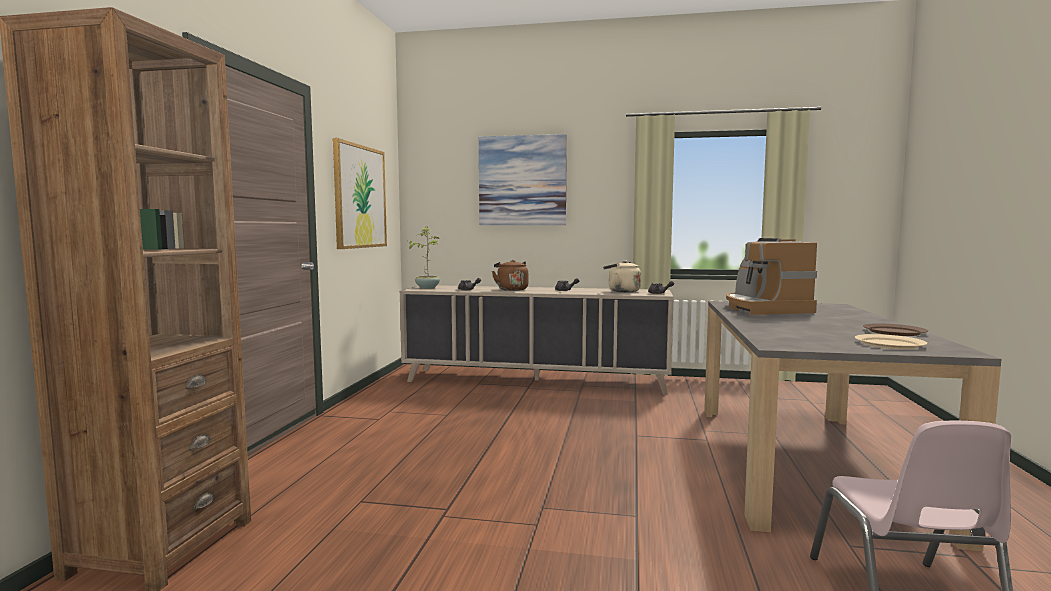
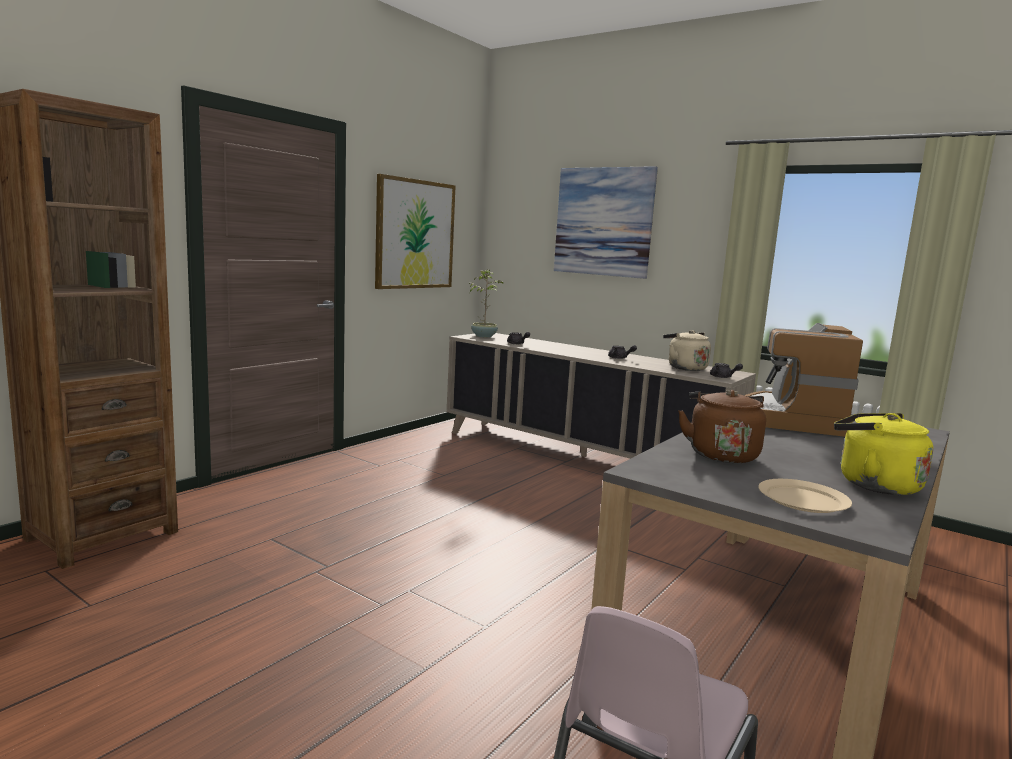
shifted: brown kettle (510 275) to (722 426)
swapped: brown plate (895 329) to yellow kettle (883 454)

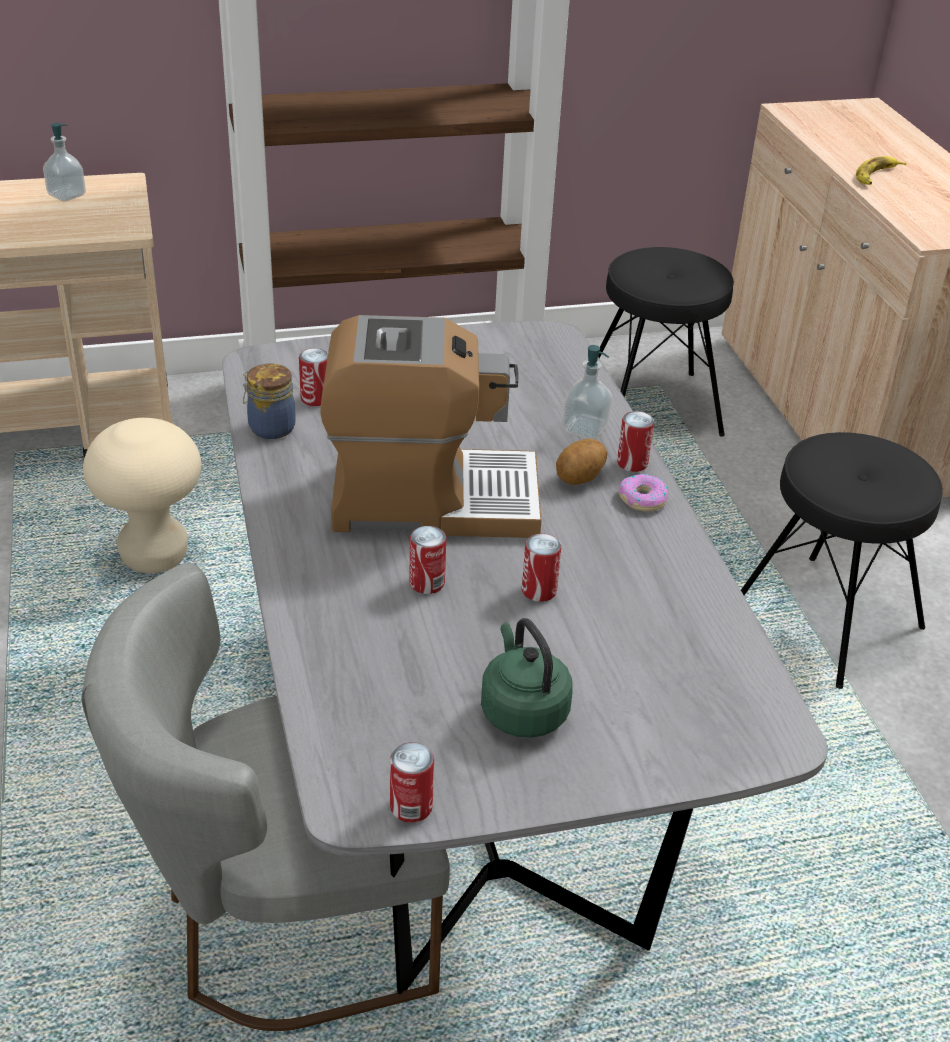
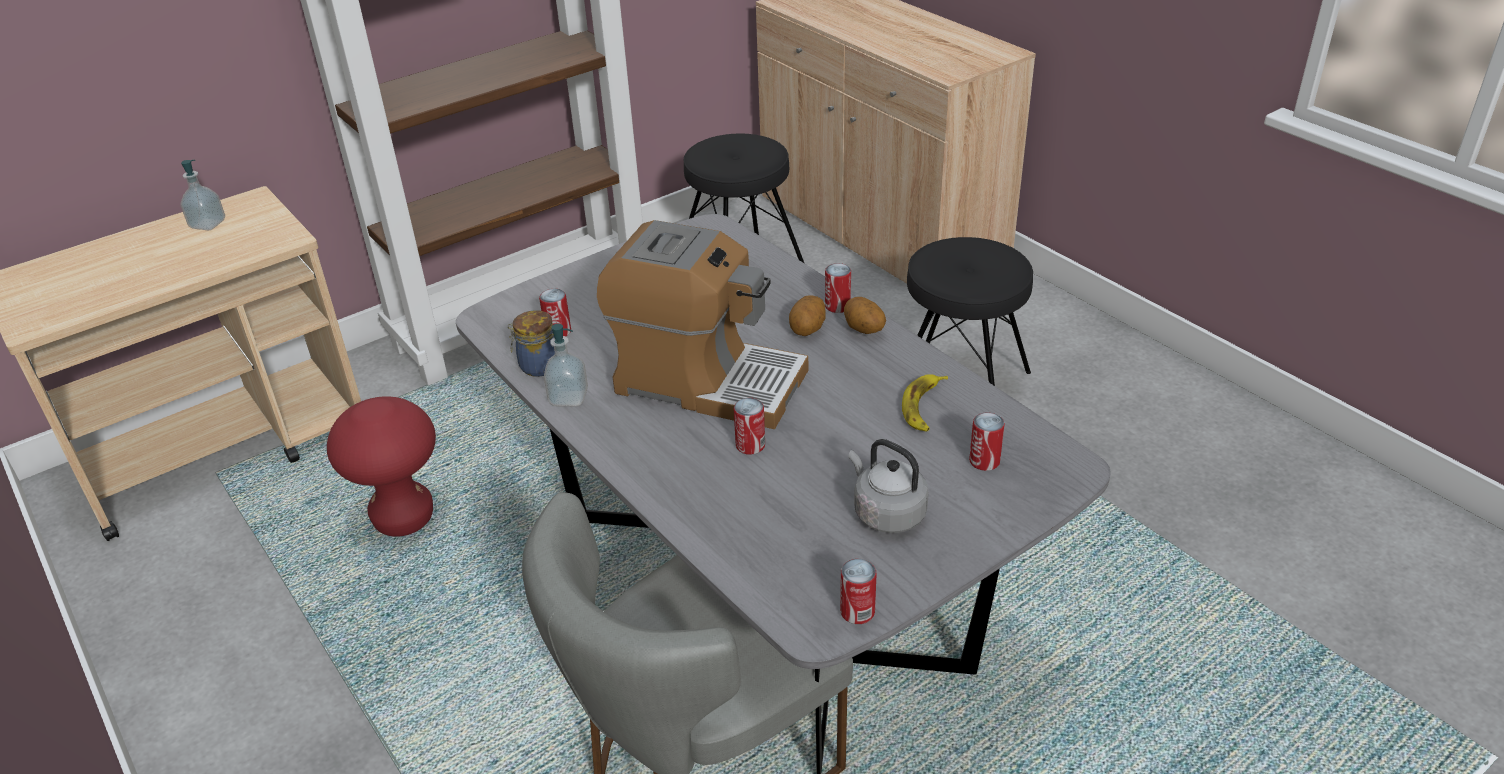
shifted: soap dispenser (587 392) to (566 365); banana (881 170) to (925 402); can (541 568) to (987 441)
swapped: donut (643 493) to potato (865 315)
repainted: beige stool (142 495) to red stool (381 466); green kettle (527 678) to grey kettle (889 486)
rotated: coffee machine (431 426) = (702 324) 45 degrees clockwise

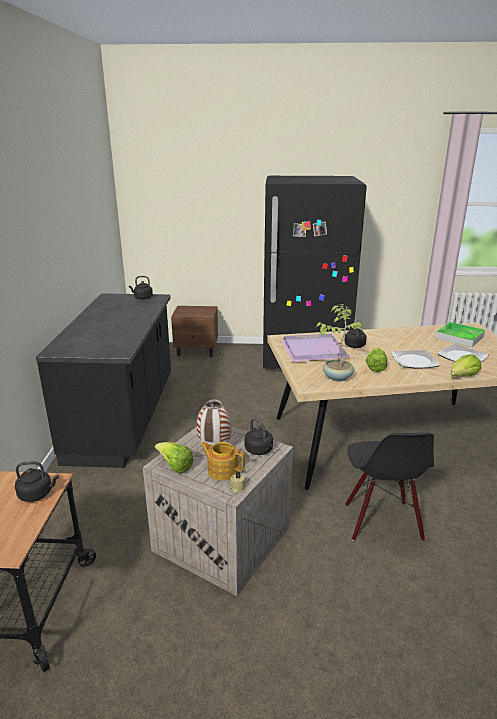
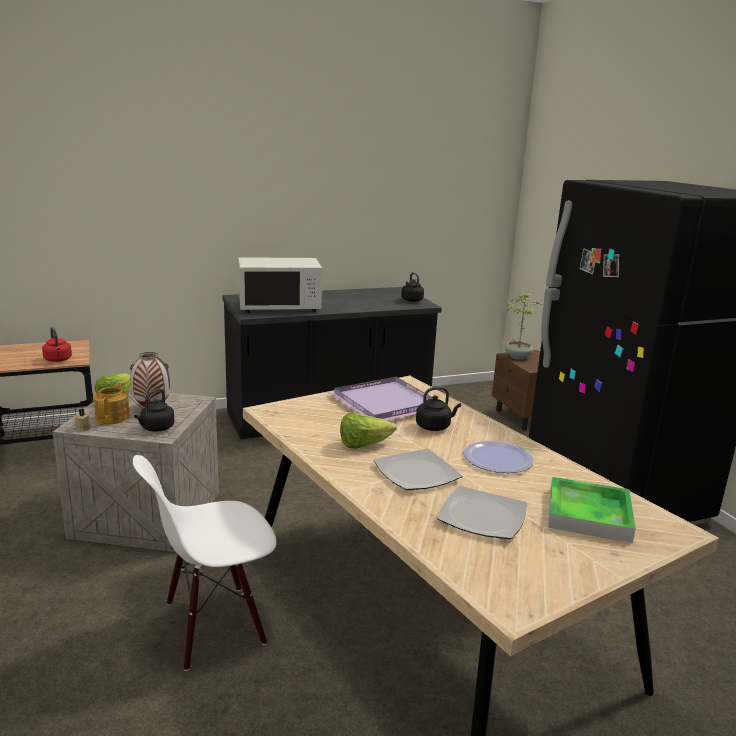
gone: lettuce (466 365)
new: white microwave (280 285); plate (498 457)
shifted: potted plant (339 342) to (523 325)
repainted: black kettle (37 481) to red kettle (57 344); black chair (389 486) to white chair (205 563)

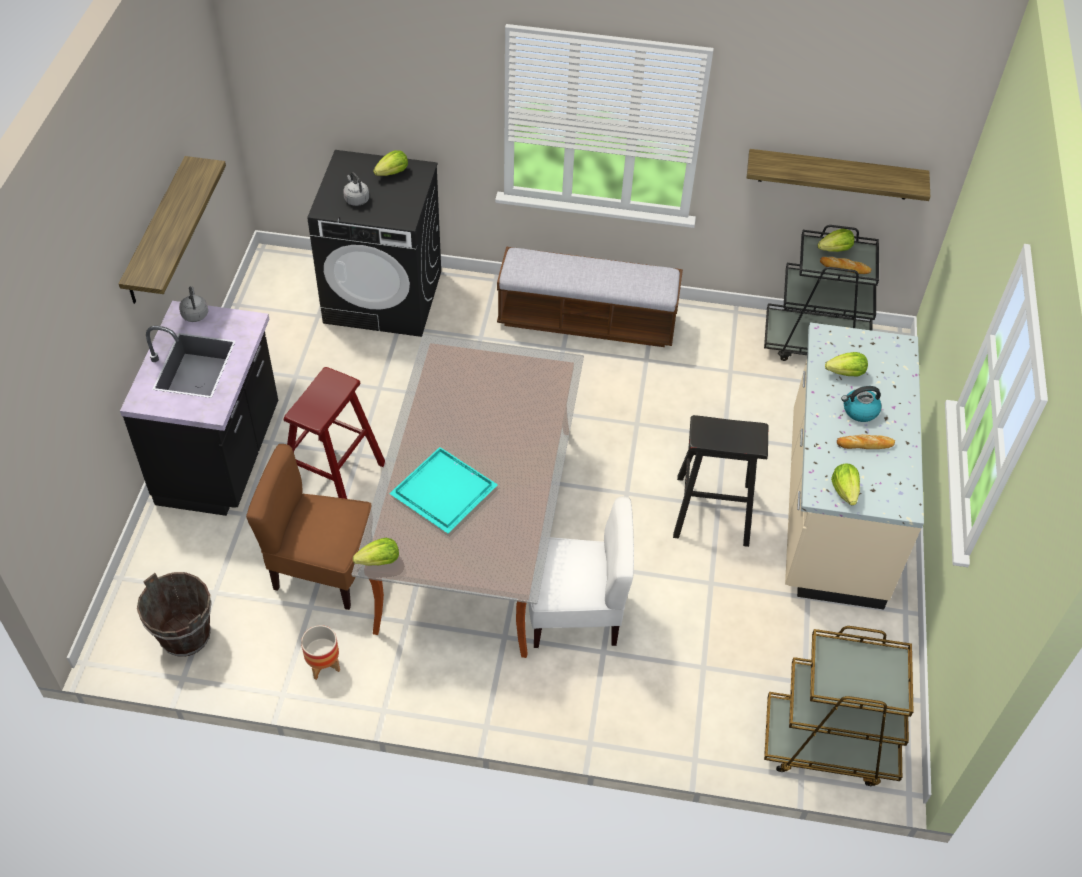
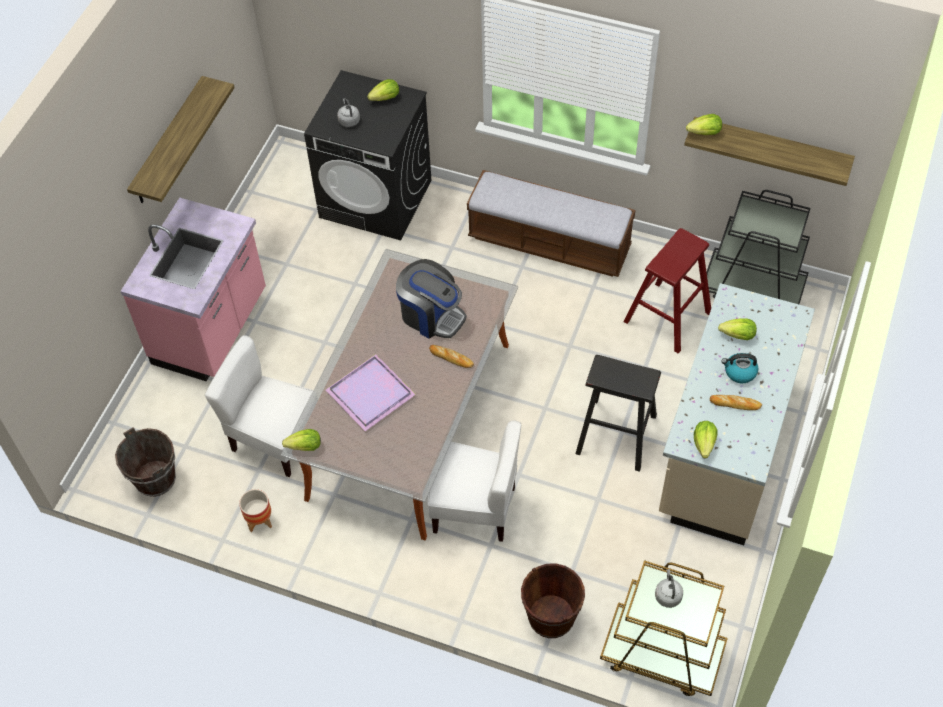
new: coffee machine (431 298); brown bucket (553 600)
shifted: bread (846 265) to (451 356); red stool (334 433) to (667 291); grey kettle (193 304) to (669 588); lettuce (835 240) to (704 124)
repainted: black counter (199 408) to pink counter (193 289); brown chair (308 527) to white chair (259 406); turquoise tray (443 490) to purple tray (370 392)

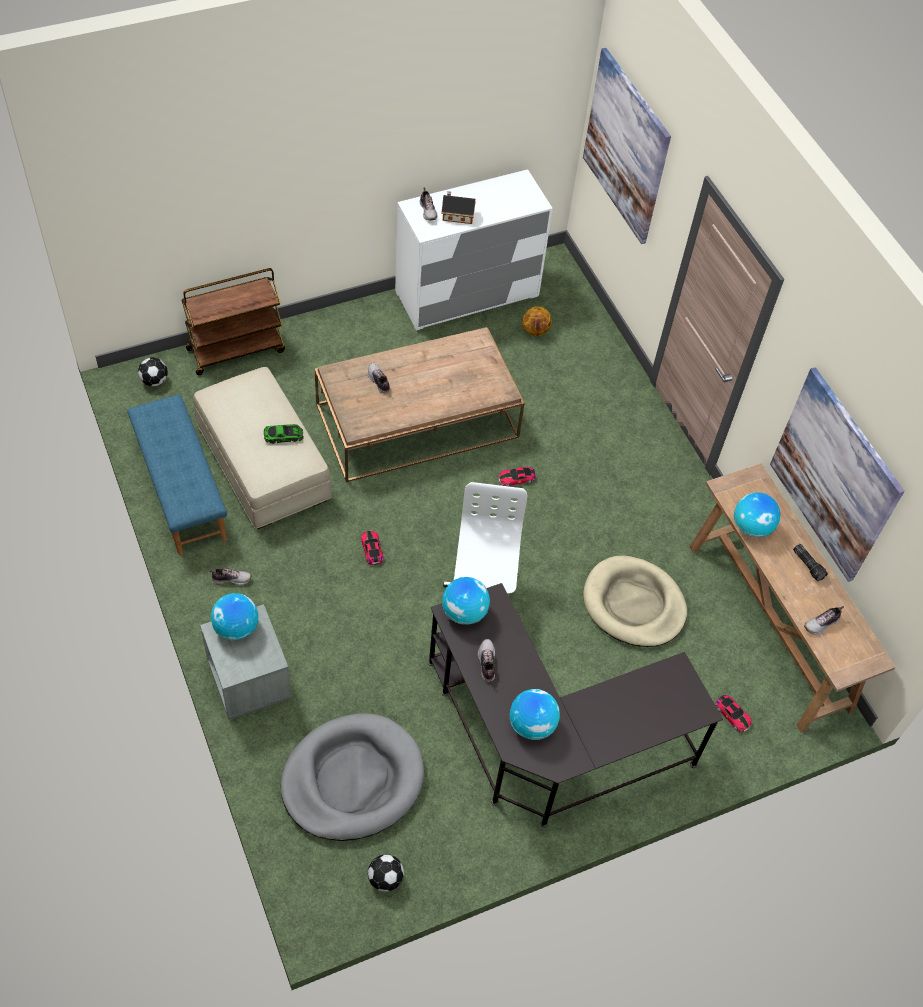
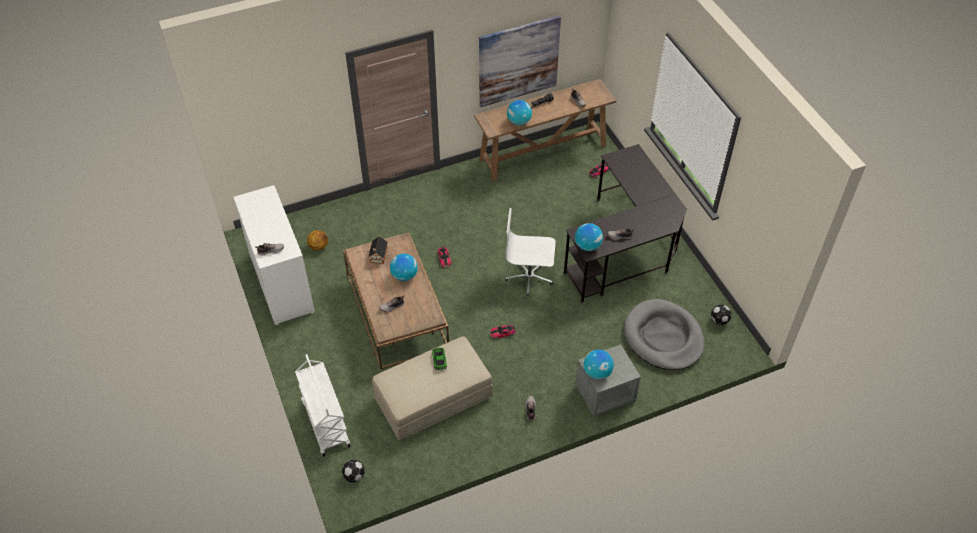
gone: blue bench (177 475); picture (627 146); beige dog bed (635 601)
shifted: toy house (459 207) to (378 250); globe (535 714) to (404 267)
repainted: brown cart (233 321) to white cart (323 405)

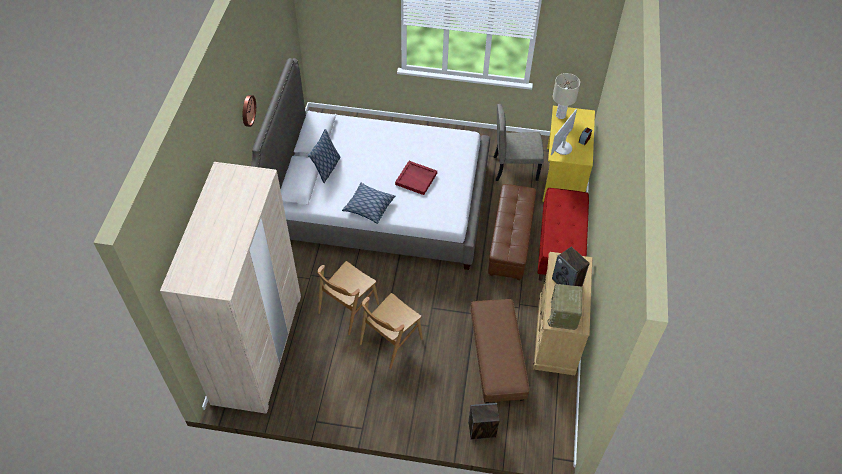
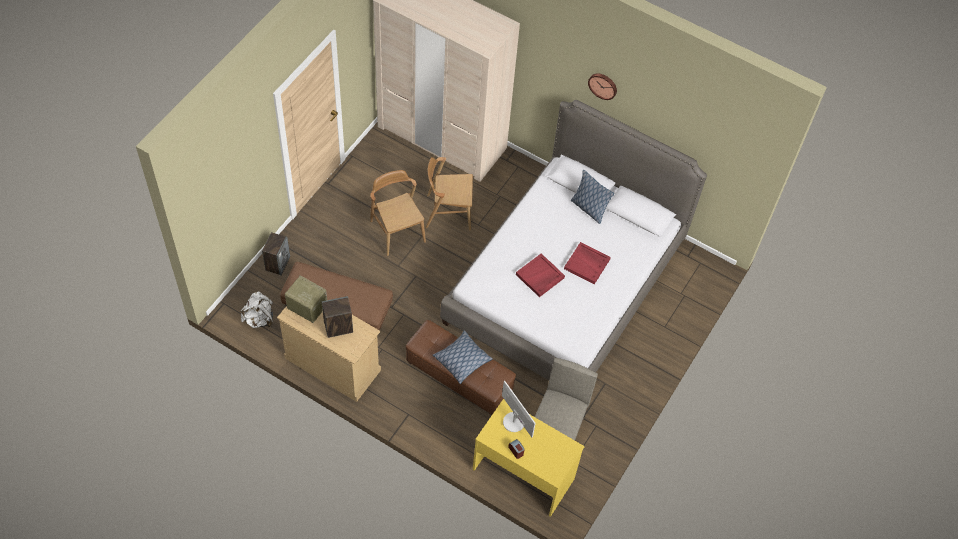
gone: red bench (563 234); beige table lamp (566 96)
new: white backpack (256 309); red tray (587 263)
shifted: pillow (368 203) to (463 357)
rotated: brown chair (348 298) = (449 193) 60 degrees counterclockwise

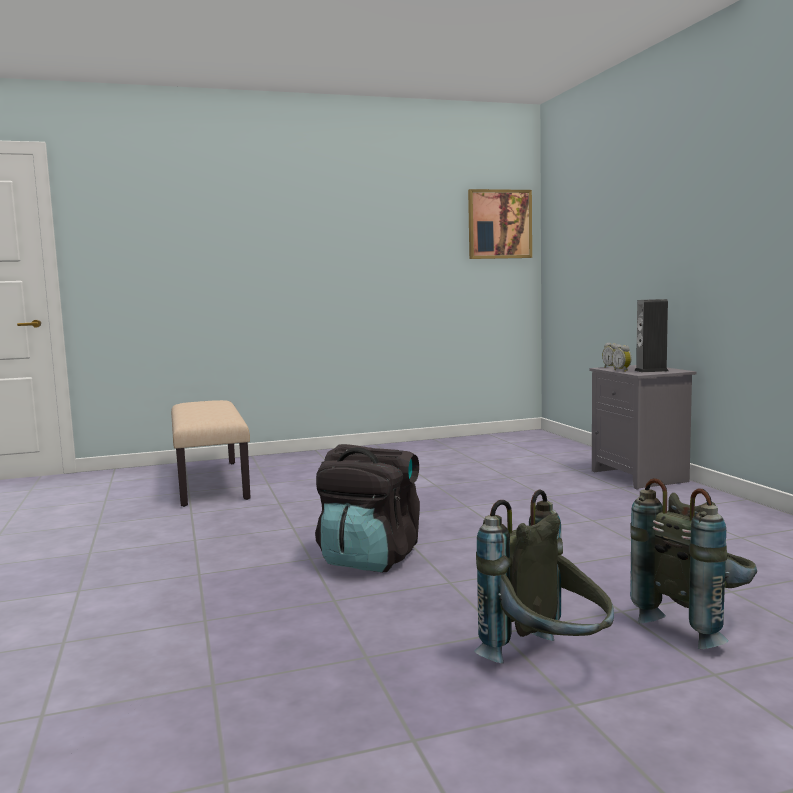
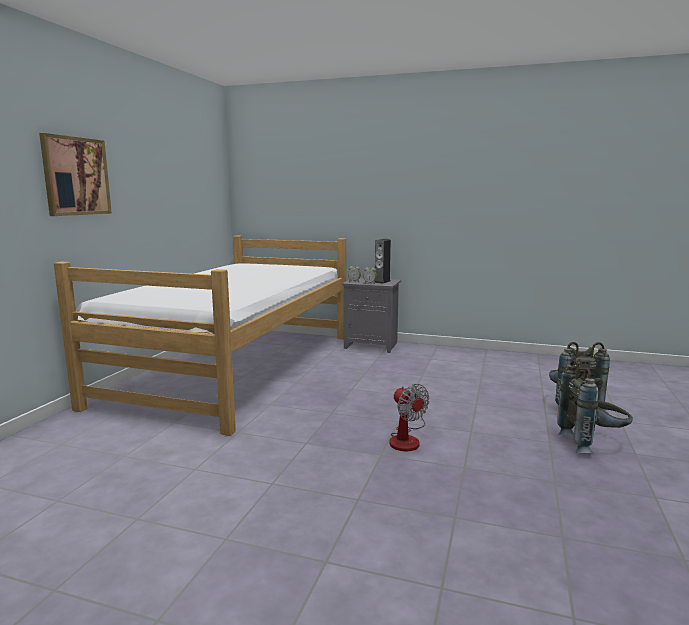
gone: beige bench (211 453)
new: bed (200 336)
shifted: picture (500 224) to (75 174)
swapped: black backpack (367 508) to fan (409 417)

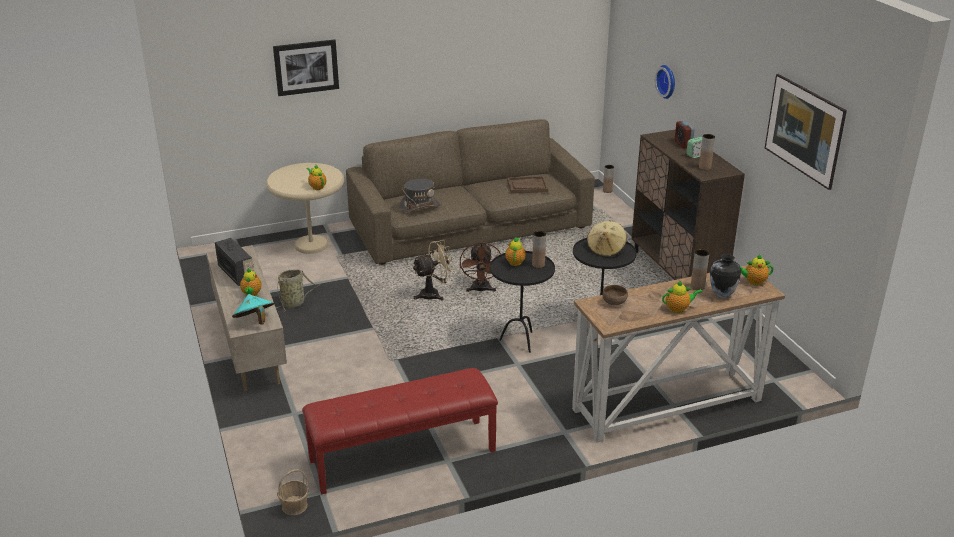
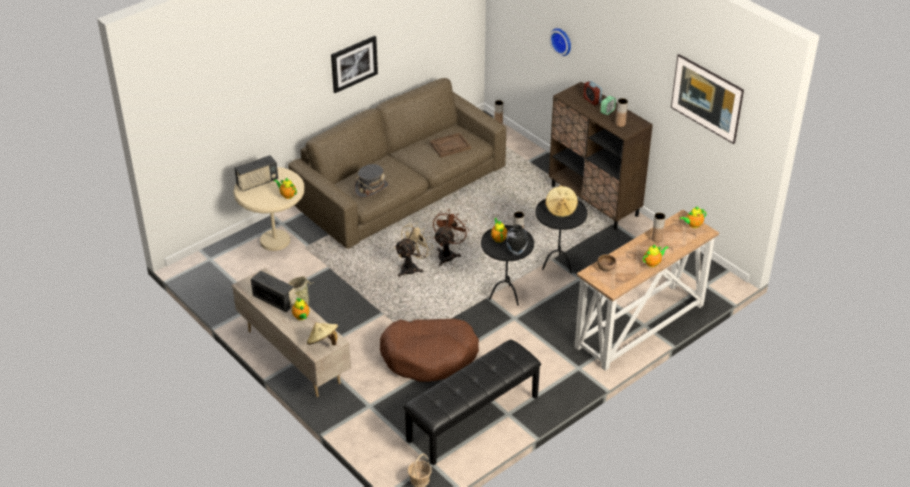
new: radio (256 173); brown dog bed (429 350)
shifted: picture (306 67) to (354 64); vase (725 276) to (517 240)
repainted: turquoise hat (253 309) to beige hat (322 333); red bench (400 431) to black bench (472 402)
rotated: brown fan (480 267) = (450 237) 135 degrees counterclockwise

